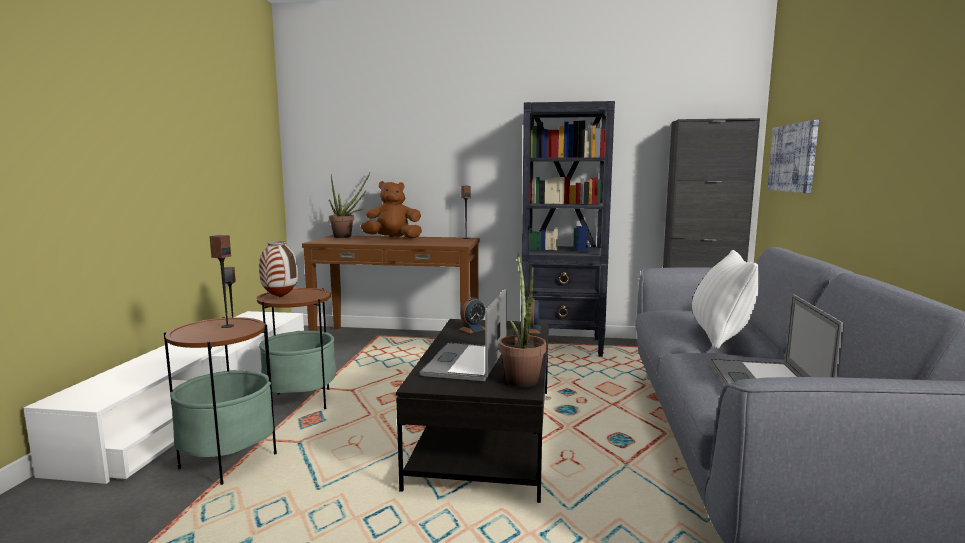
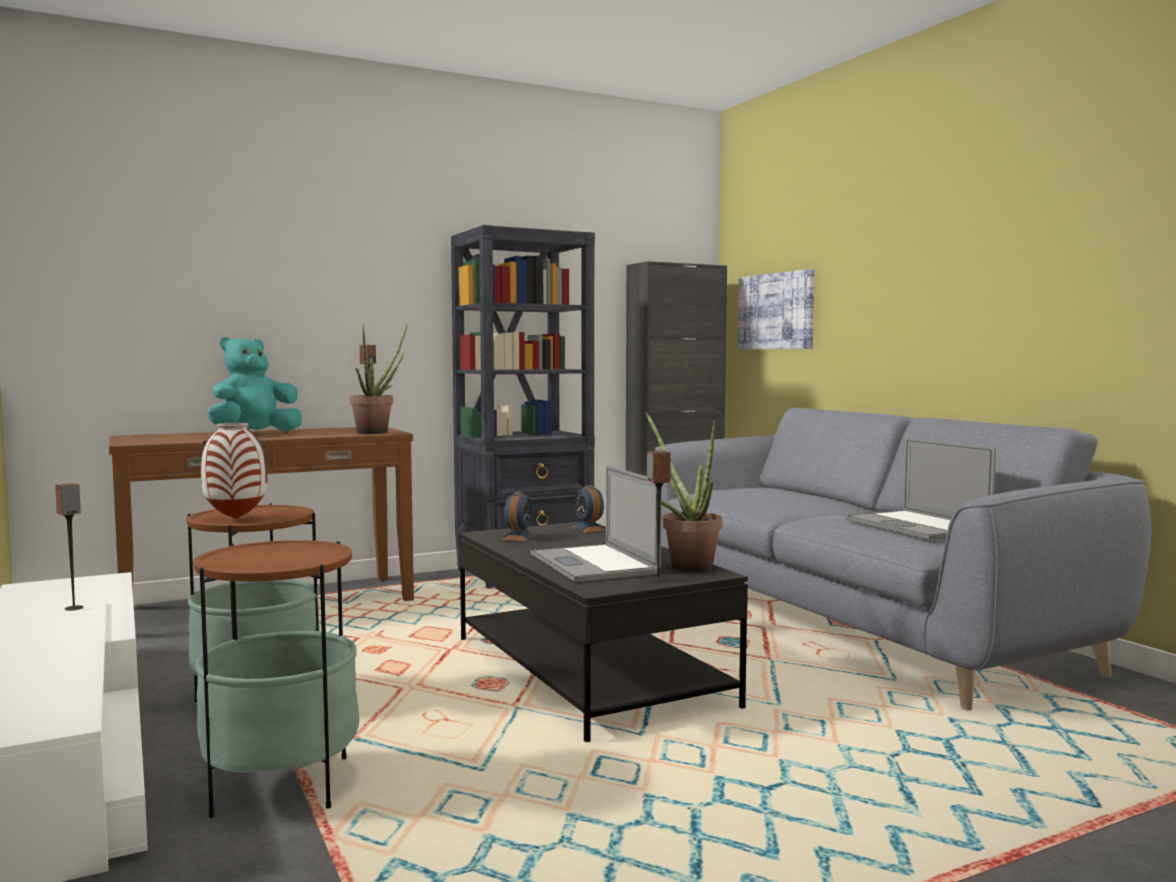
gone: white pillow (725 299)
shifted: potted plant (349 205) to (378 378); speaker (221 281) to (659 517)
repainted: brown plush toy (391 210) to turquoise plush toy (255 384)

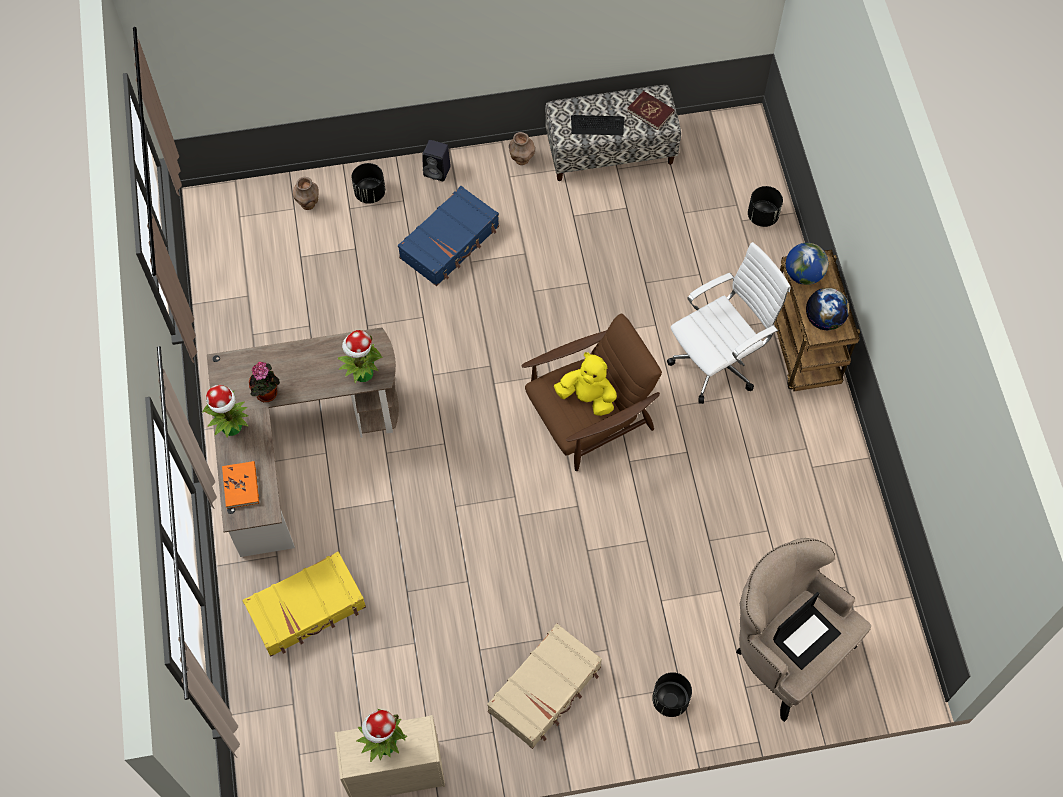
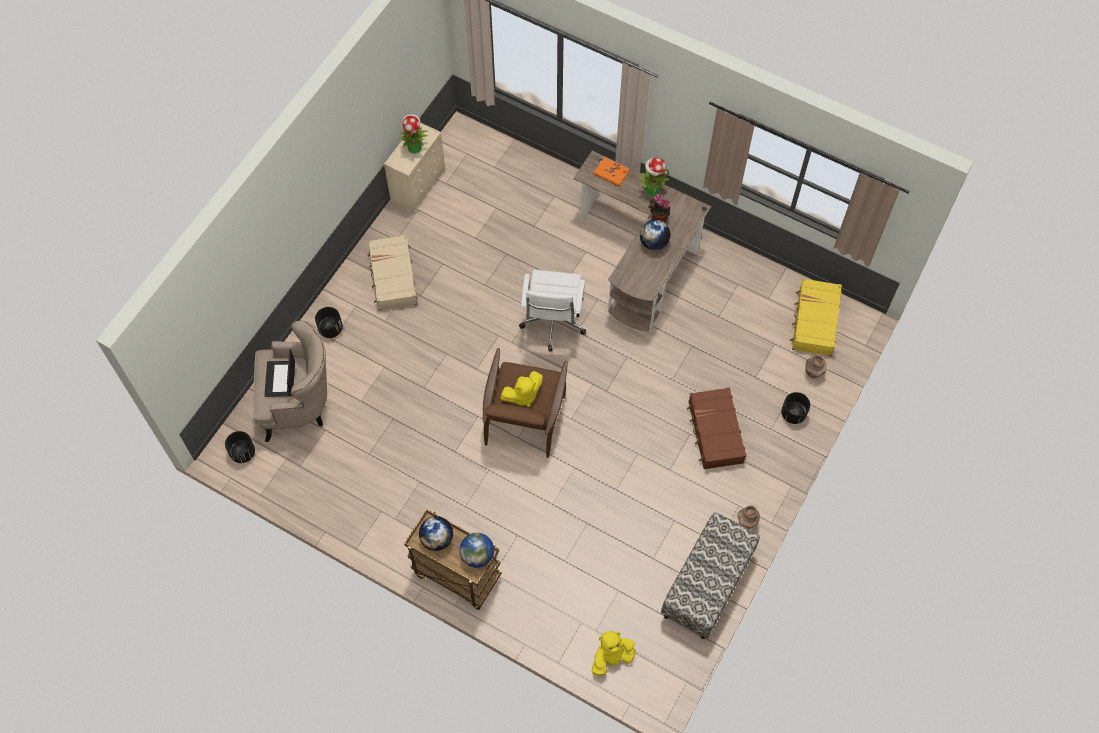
gone: potted plant (360 356); black speaker (436 160); keyboard (598 125); red book (650 110)
new: yellow plush toy (614 653); globe (655 234)
shifted: black planter (765 206) to (240 447); white office chair (729 323) to (552 311); yellow suitcase (304 604) to (816 317)
repainted: blue suitcase (448 236) to brown suitcase (717 428)

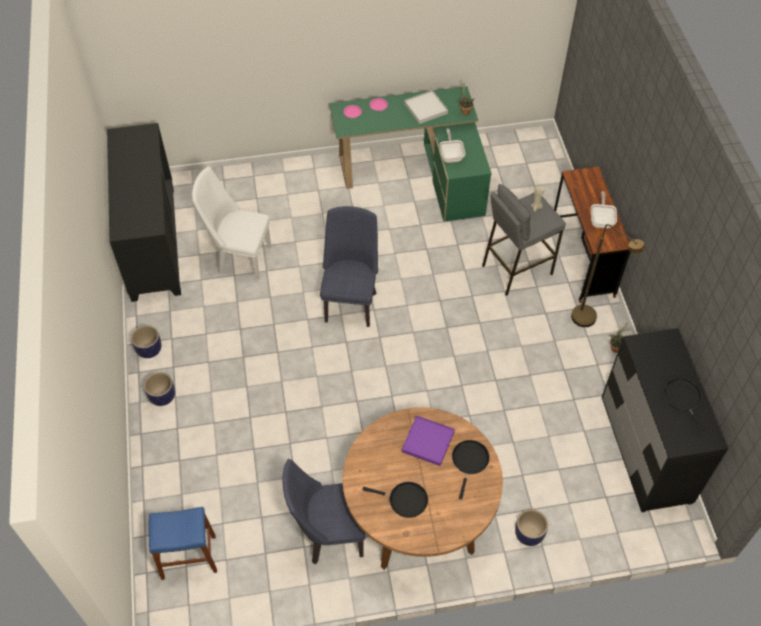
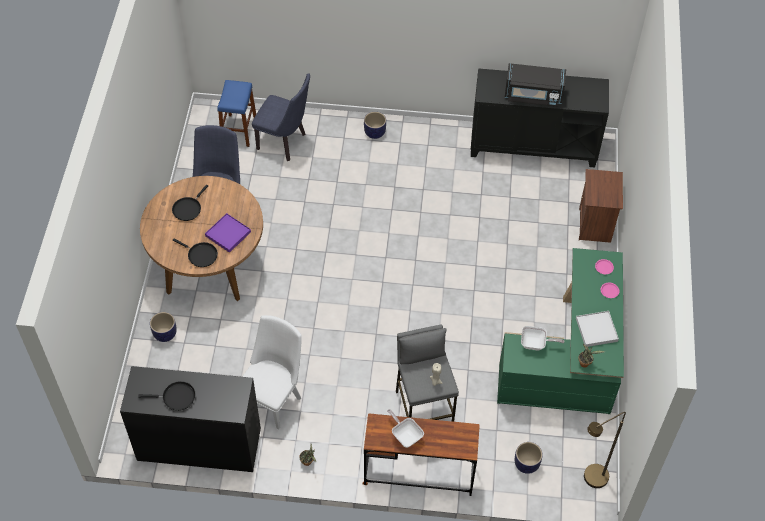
new: black microwave (535 85); brown nightstand (601 206)
shifted: white chair (231 223) to (272 372); blue chair (349 266) to (281 117); planter (146 341) to (529 458); brown floor lamp (607 275) to (605 450)
rotated: frying pan (604 209) = (405 428) 150 degrees counterclockwise

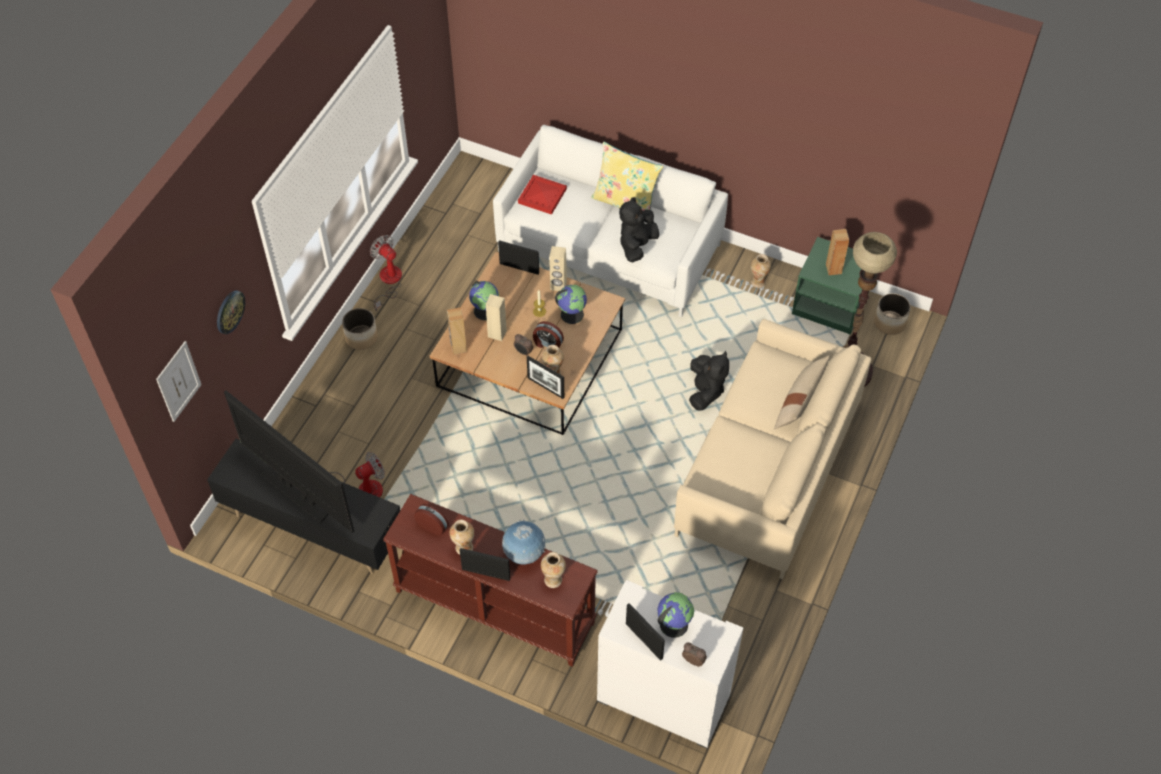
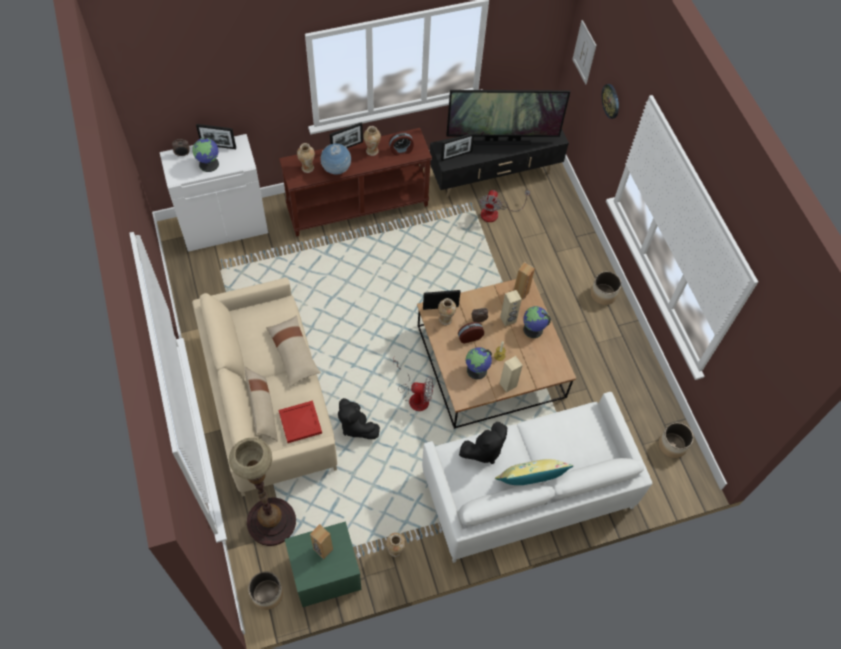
new: beige pillow (293 351); planter (676 440)
shifted: red tray (542 195) to (300 422); fan (386 273) to (413 385); picture frame (518 257) to (457 147)
rotated: black plush toy (639 229) = (483 443) 75 degrees clockwise

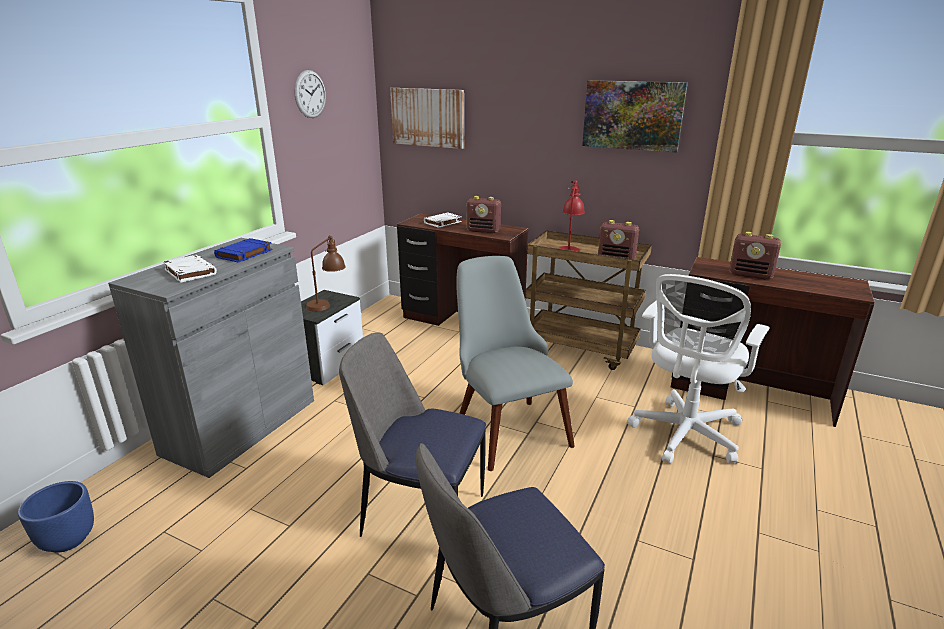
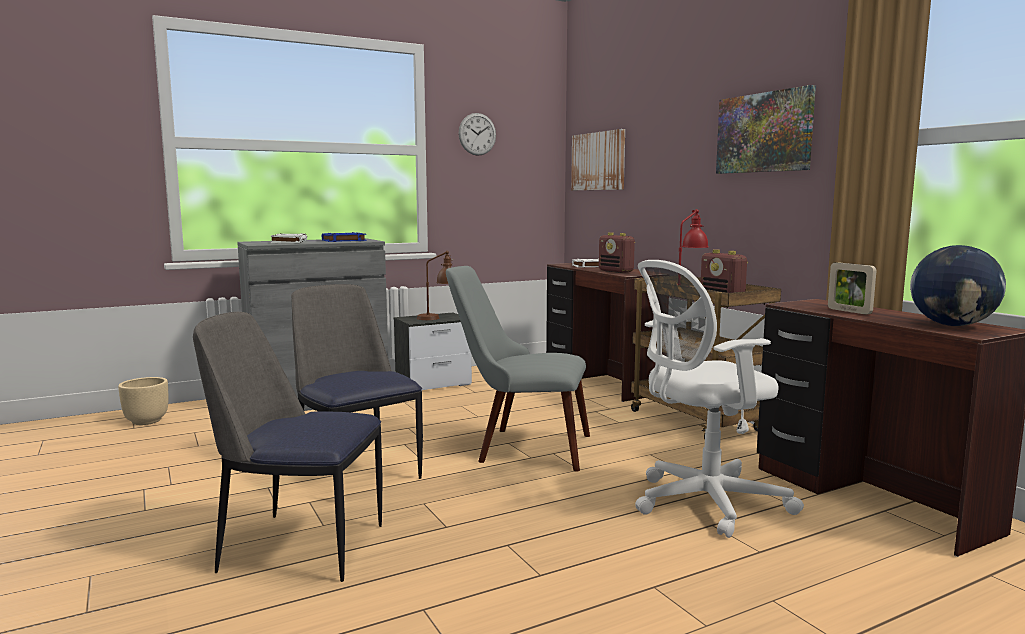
new: globe (958 285)
swapped: radio (755 255) to picture frame (852 288)
repainted: blue planter (56 516) to beige planter (143 401)
rotated: grey chair (515 363) = (518 369) 90 degrees counterclockwise

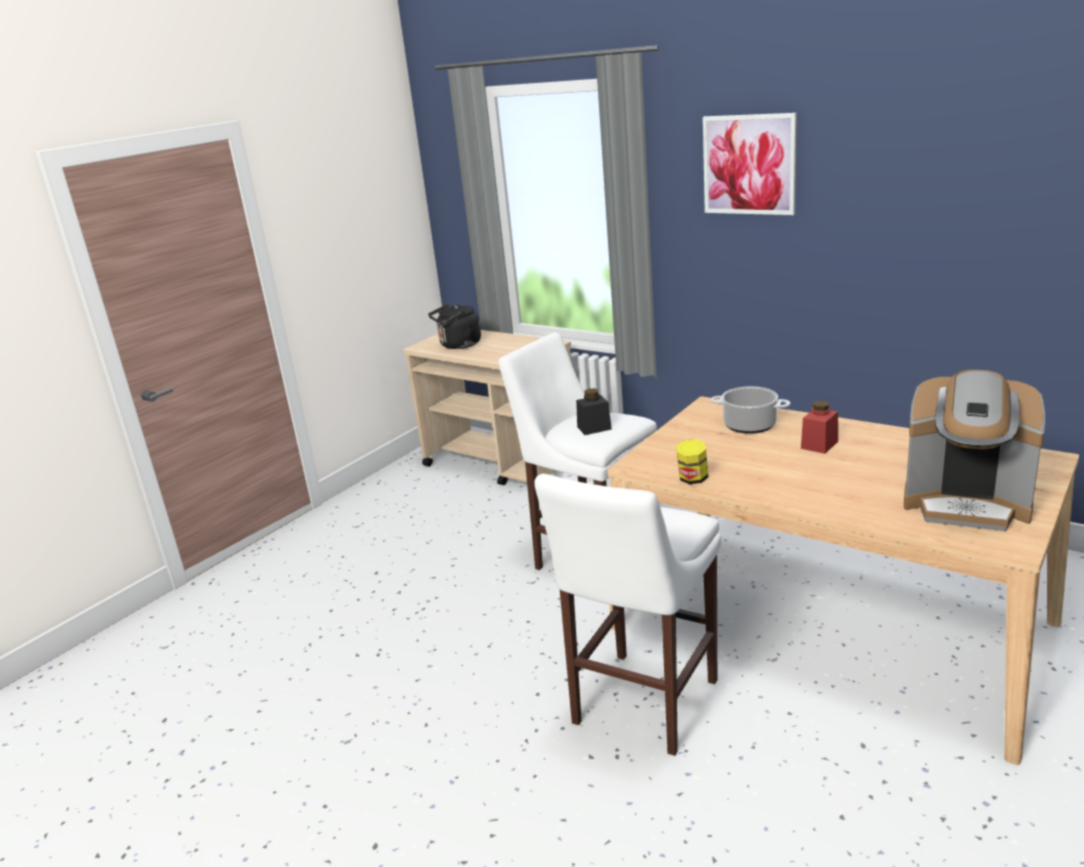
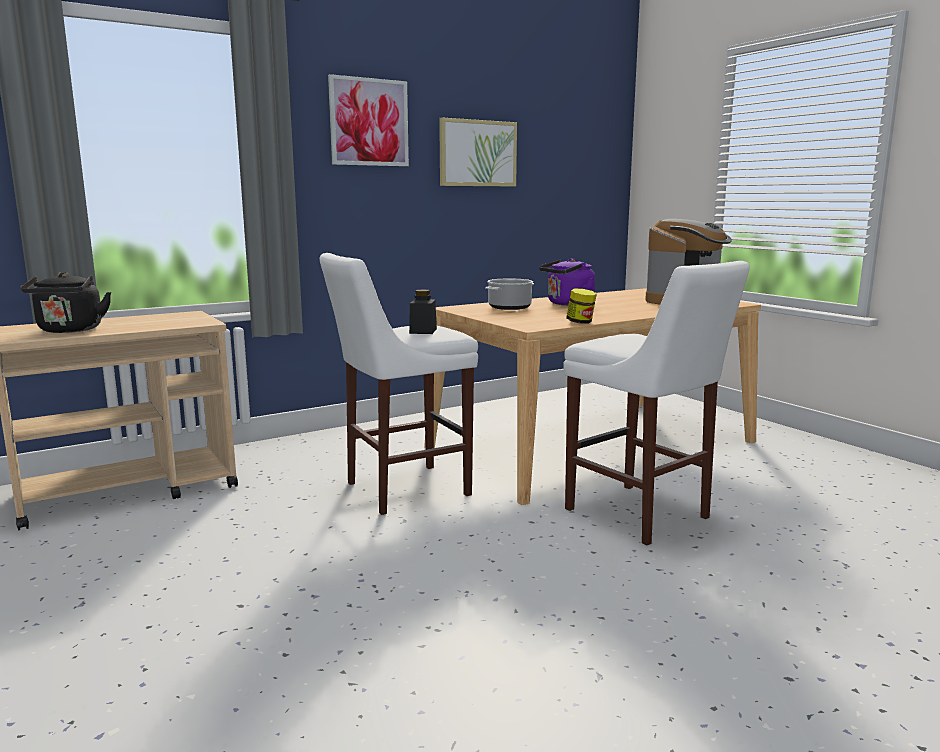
new: picture (478 151)
swapped: red jar (819 427) to purple kettle (567 282)

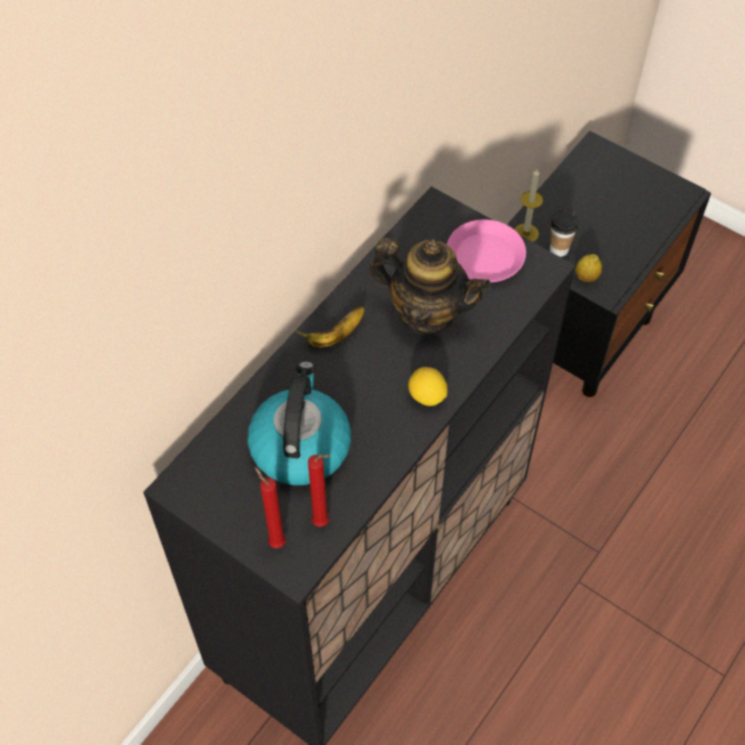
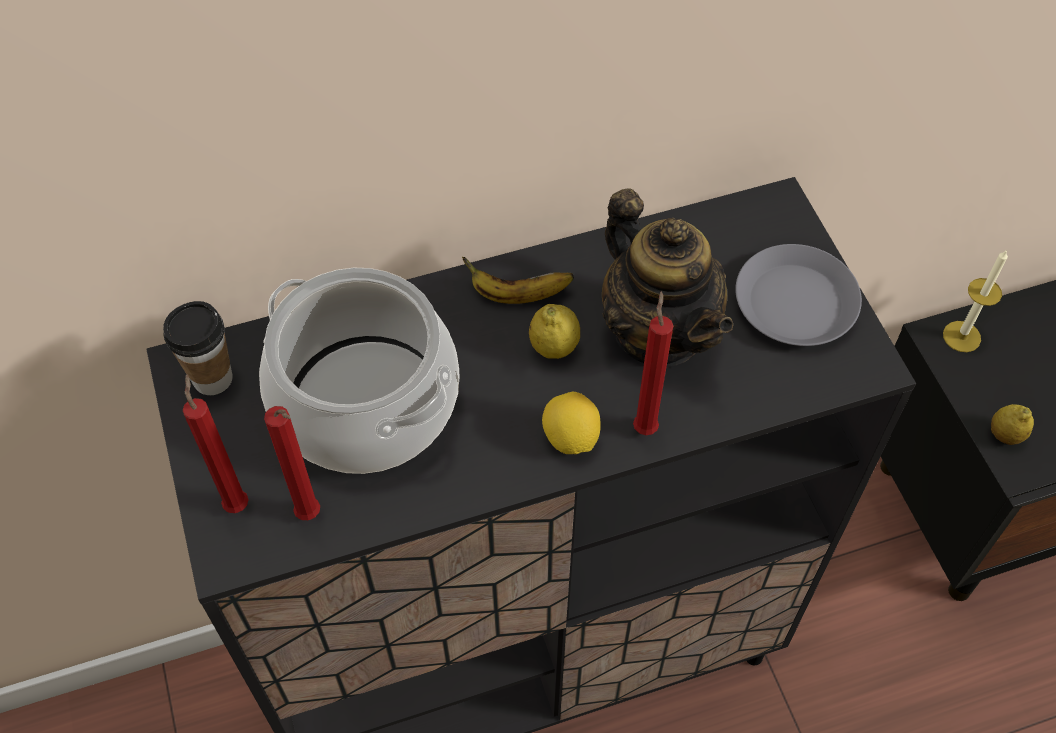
new: lemon (554 331); red candle (653 363)
shifted: cup (564 233) to (198 348)
swapped: kettle (299 423) to cooking pot (359 371)
repainted: pink plate (486 250) to grey plate (798 295)

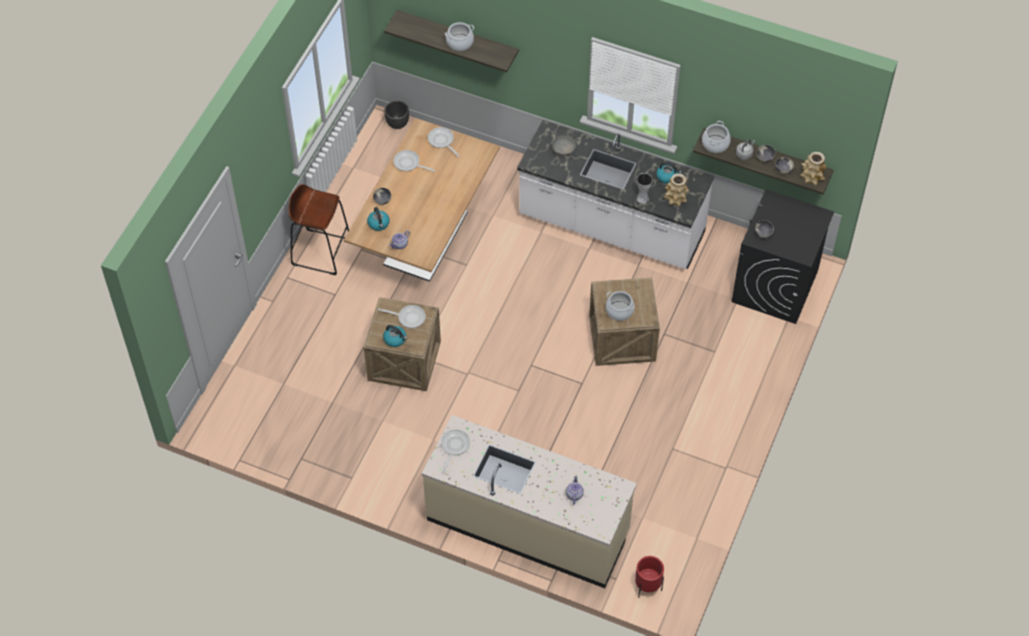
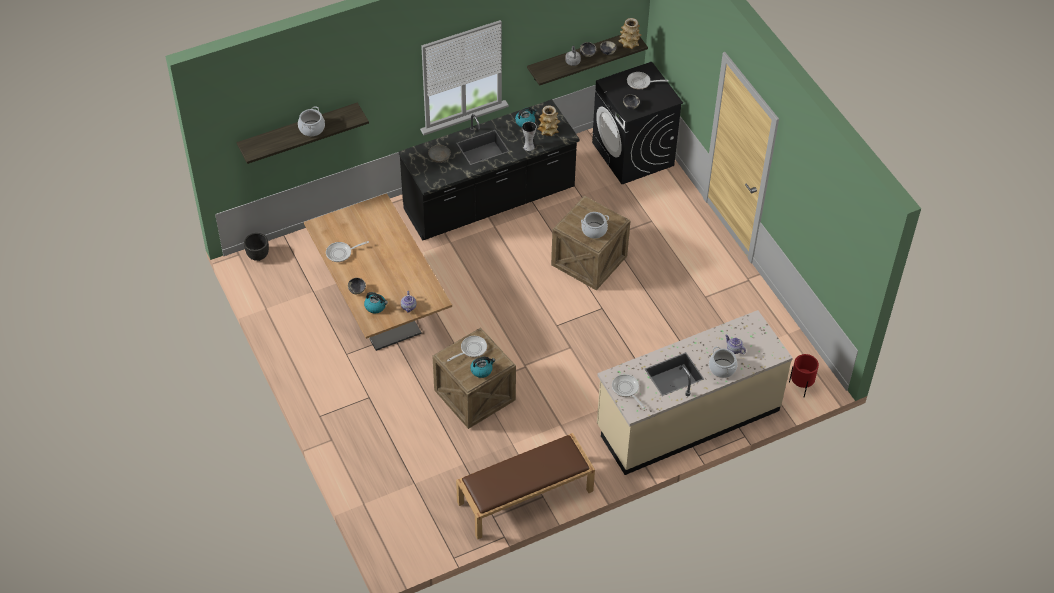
gone: brown stool (318 229)
new: brown bench (525 486)
shifted: frying pan (444 142) to (647 80); cooking pot (716 137) to (723 362)
repainted: white counter (615 194) to black counter (489 170)

